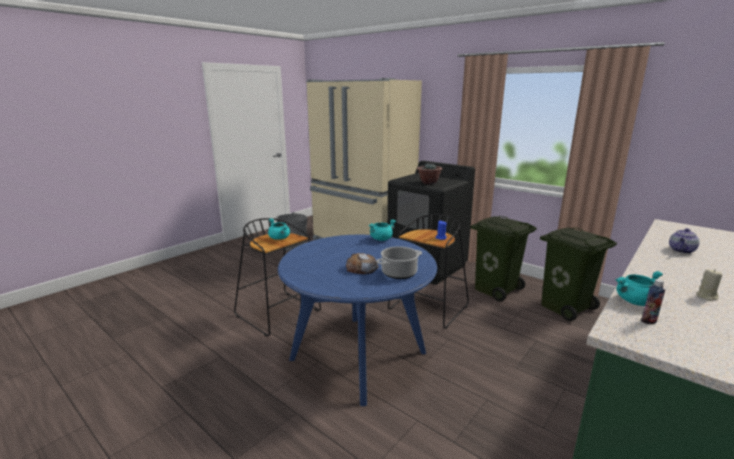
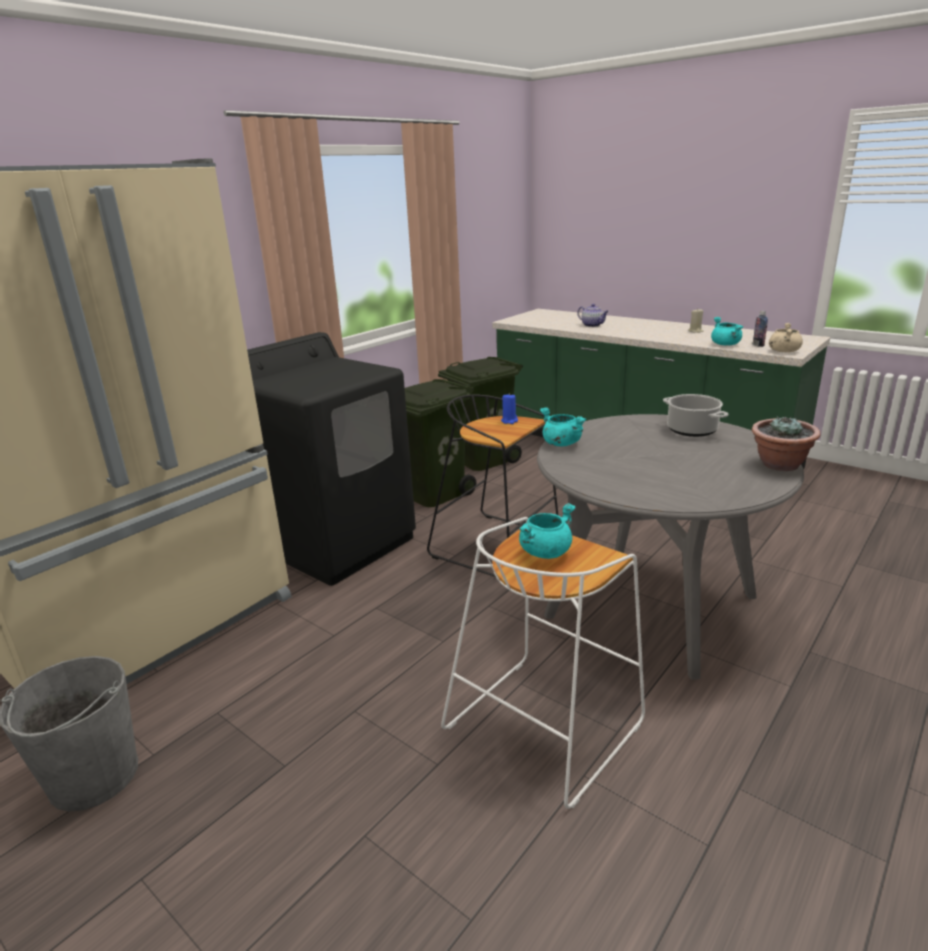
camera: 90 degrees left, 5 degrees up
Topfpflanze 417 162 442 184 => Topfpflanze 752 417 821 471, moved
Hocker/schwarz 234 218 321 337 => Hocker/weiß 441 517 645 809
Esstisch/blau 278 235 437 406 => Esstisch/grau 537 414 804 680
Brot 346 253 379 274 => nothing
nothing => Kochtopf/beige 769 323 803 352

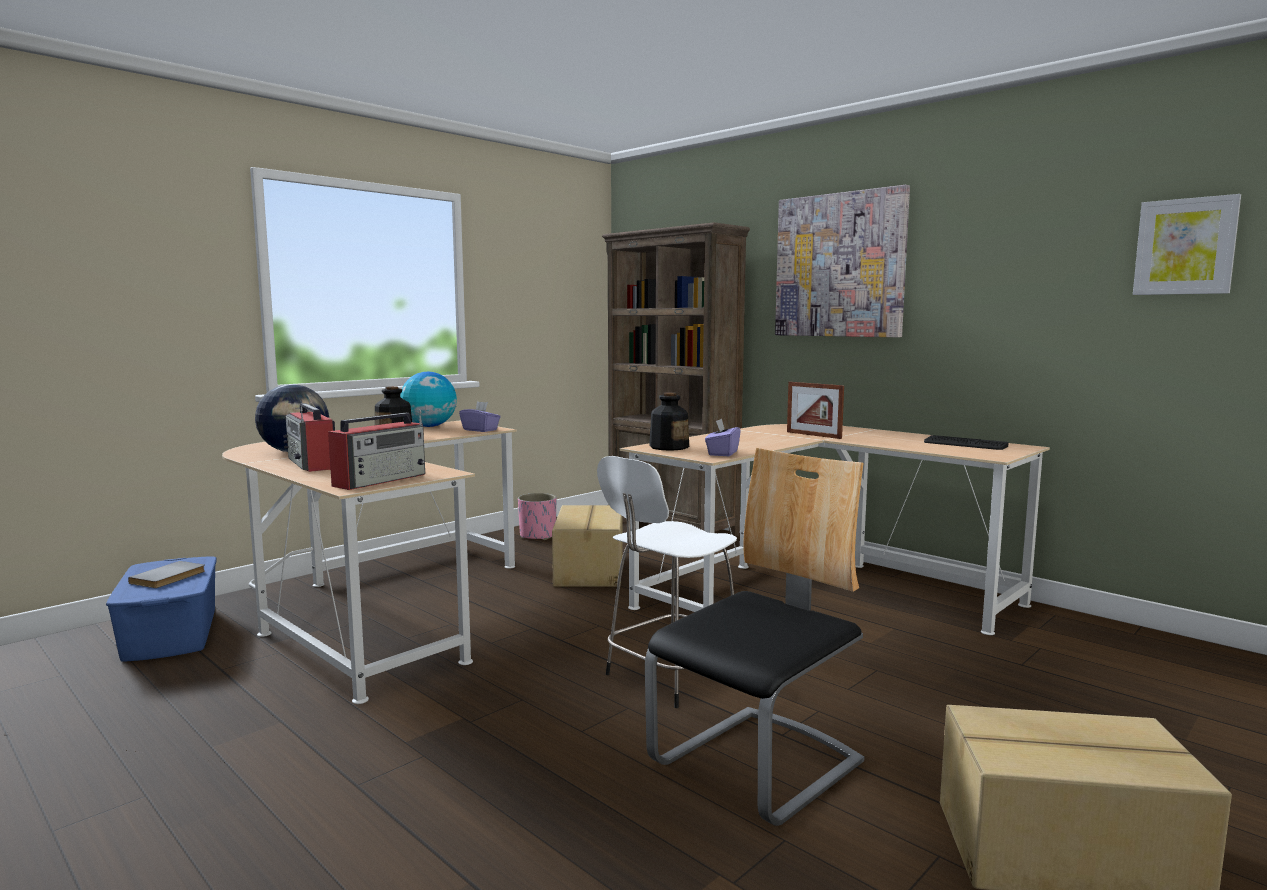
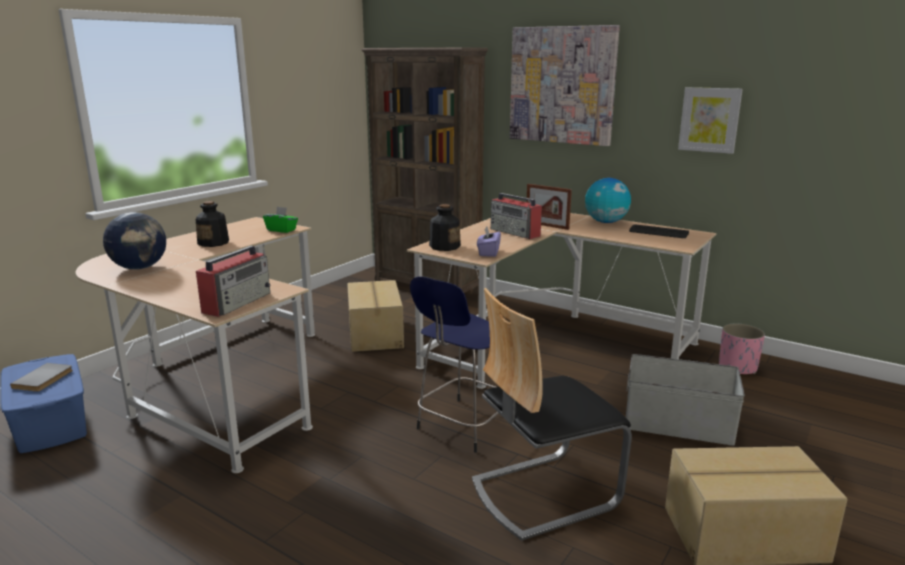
camera: 10 degrees left, 10 degrees up
Bild 1133 194 1241 295 => Bild 678 87 743 154, moved
Globus 400 372 457 427 => Globus 585 178 631 223, moved
Taschentuchbox/lila 459 401 500 432 => Taschentuchbox/grün 263 207 298 233
Radio 283 403 335 472 => Radio 491 193 542 239, moved
Stuhl 645 448 864 826 => Stuhl 472 288 632 541, 150 degrees counterclockwise
Hocker/weiß 597 456 737 708 => Hocker/blau 410 276 499 453
Pflanzkübel/rosa 518 493 556 540 => Pflanzkübel/rosa 719 324 765 374, moved
nothing => Aufbewahrungsbox/grau 626 354 745 446

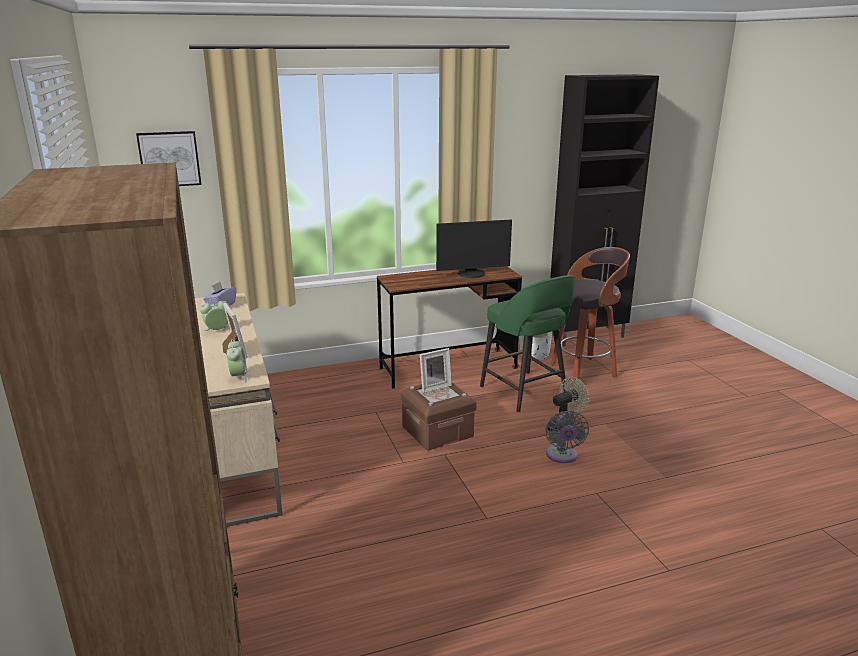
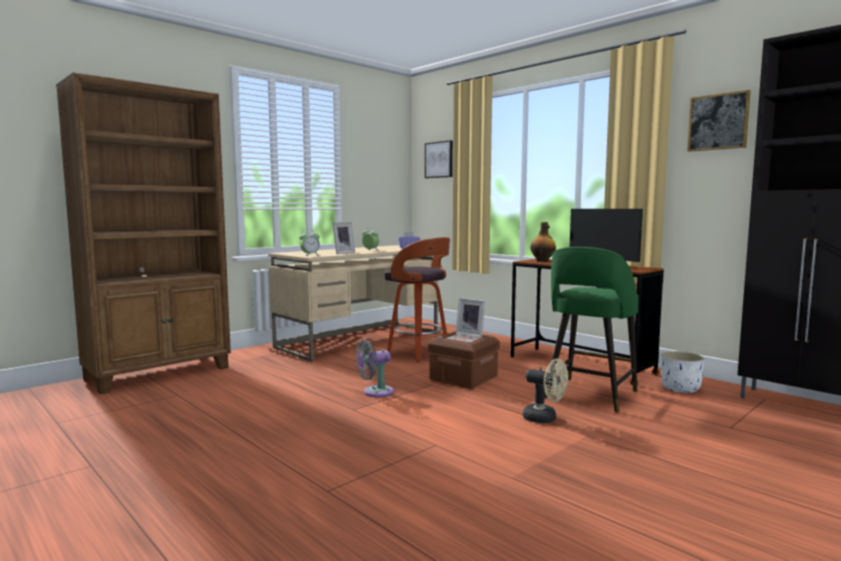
camera: 65 degrees right, 15 degrees down
Hocker 550 247 630 380 => Hocker 385 237 450 362, moved
Ventilator/grau 545 410 589 463 => Ventilator/grau 355 339 394 397, moved
nothing => Bild 687 90 751 152
nothing => Flasche 530 222 556 262

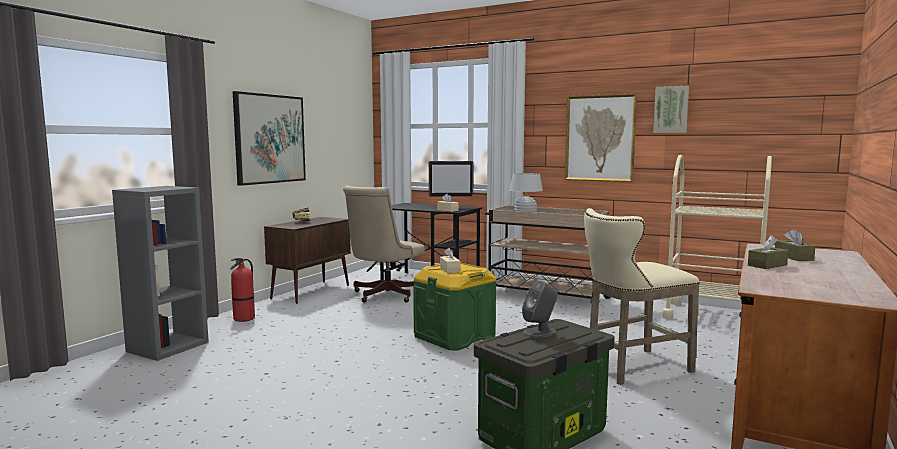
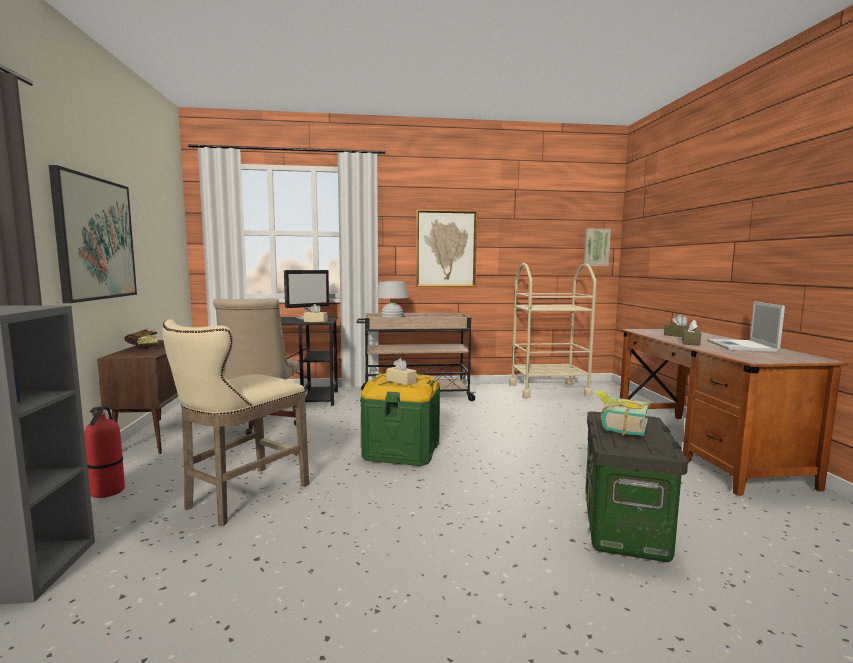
camera: 35 degrees left, 0 degrees up
Bild 653 86 689 133 => Bild 584 228 611 266, moved
Hocker/beige 584 208 700 385 => Hocker/beige 162 319 309 526, moved
Lautsprecher/grau 522 281 558 338 => Buch 595 390 650 436
nothing => Laptop 707 301 785 352

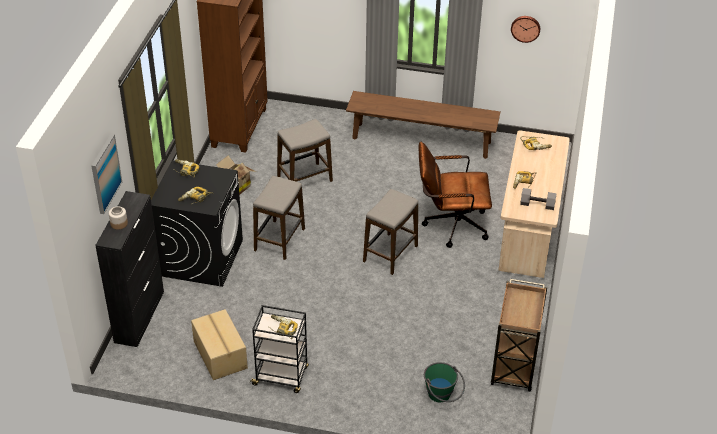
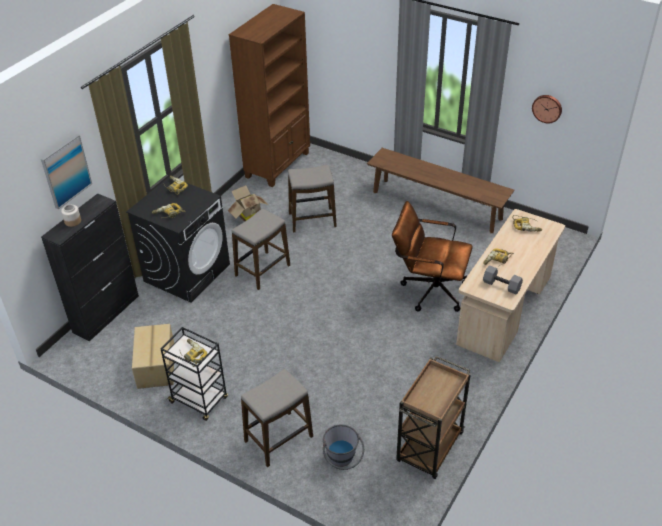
camera: 20 degrees right, 0 degrees up
Hocker 363 189 418 275 => Hocker 241 369 313 467, moved
Eimer/grün 424 362 465 402 => Eimer/grau 323 424 364 470

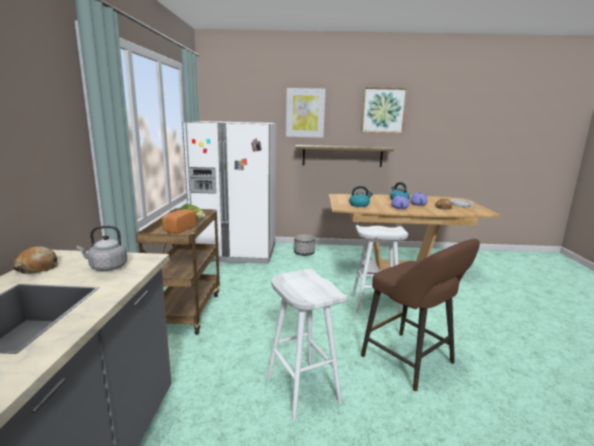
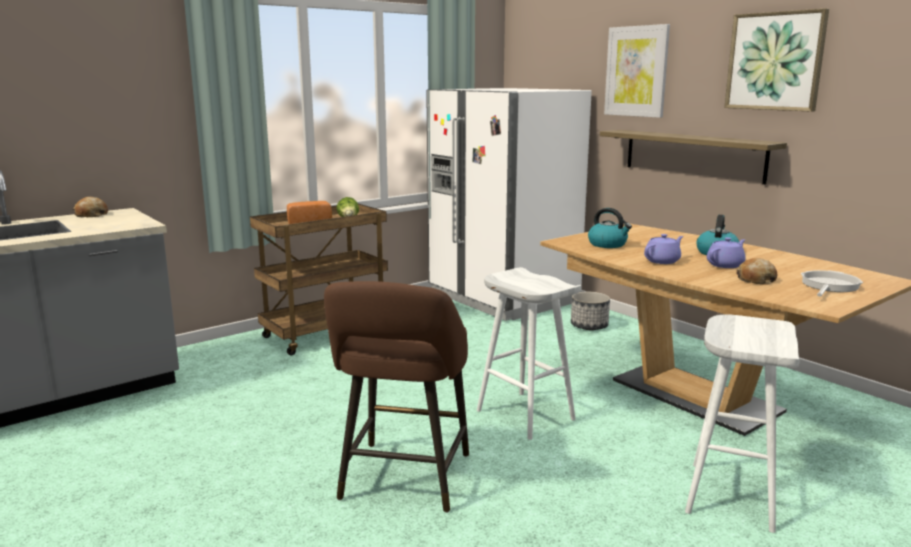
camera: 50 degrees right, 0 degrees up
Wasserkessel/grau 77 225 127 271 => nothing
Hocker/weiß 267 269 348 422 => Hocker/weiß 685 314 800 533, moved

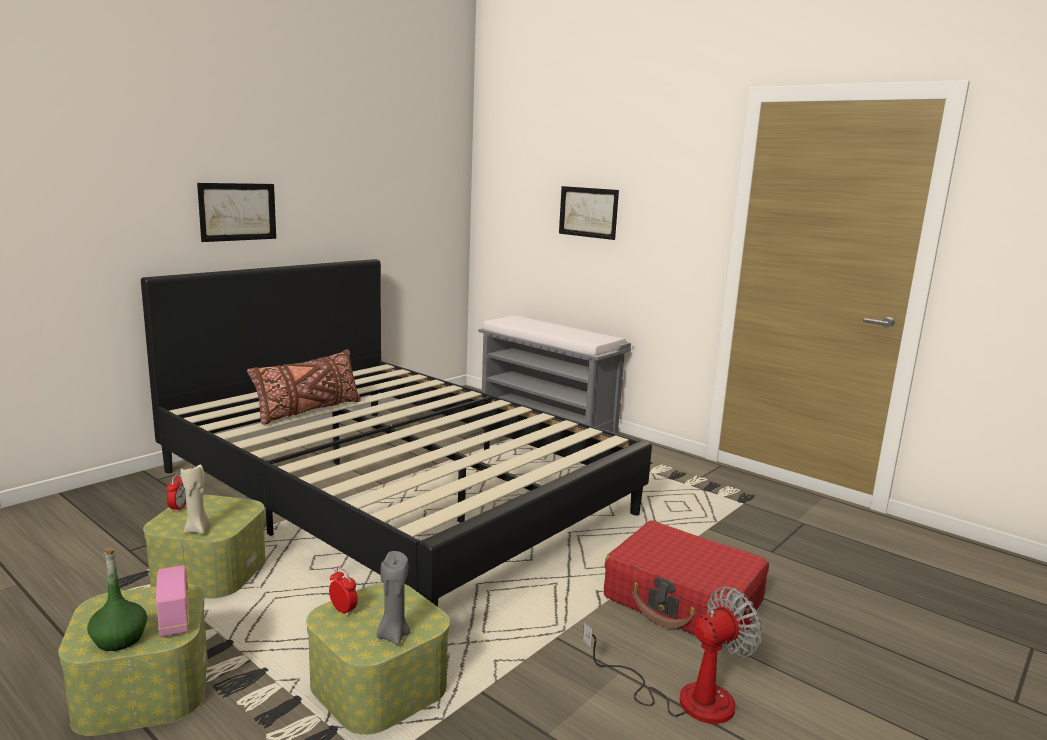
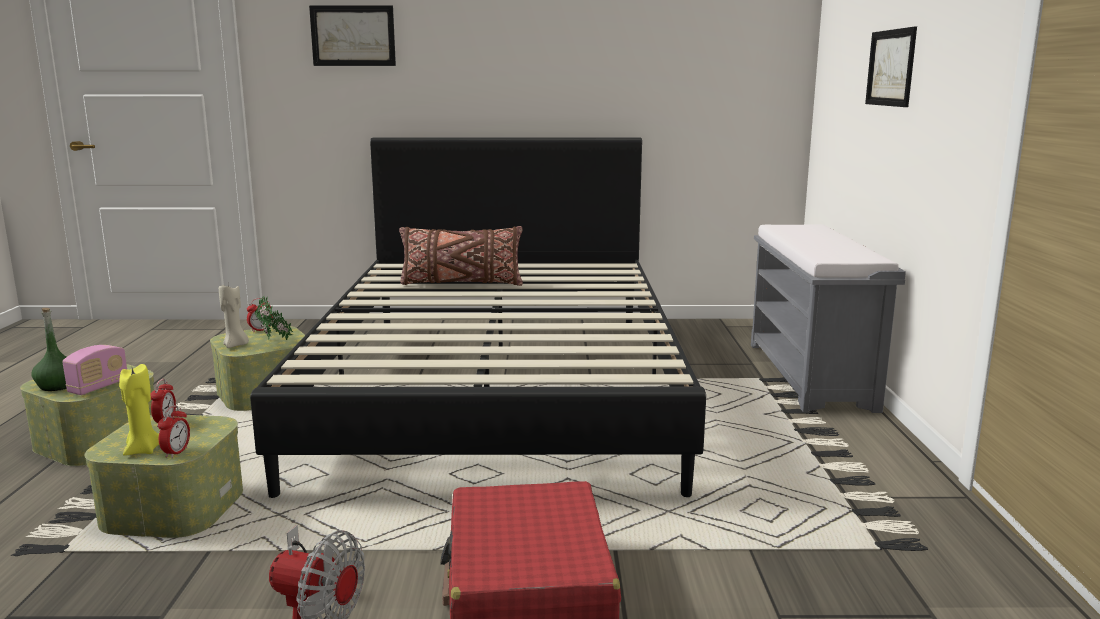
camera: 50 degrees right, 0 degrees up
Bild 197 183 276 242 => Bild 309 5 396 66, moved
Kerze/grau 377 551 411 645 => Kerze/gelb 119 364 159 456
nothing => Topfpflanze 255 295 293 340
nothing => Wecker 158 405 190 458

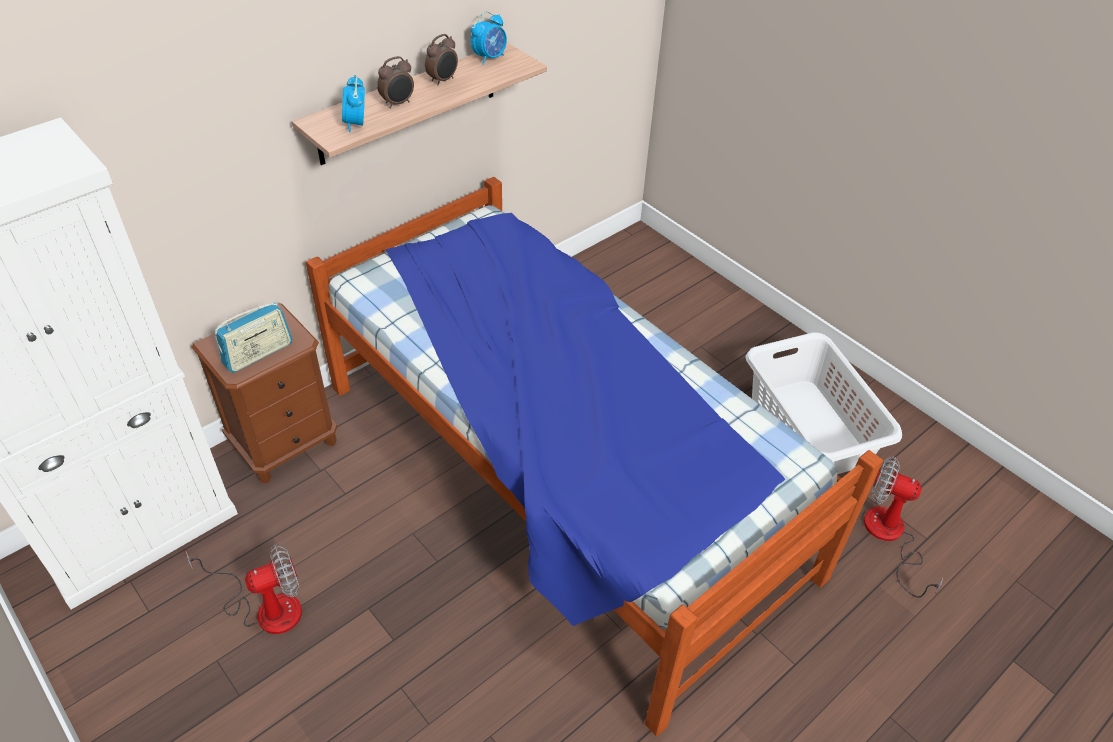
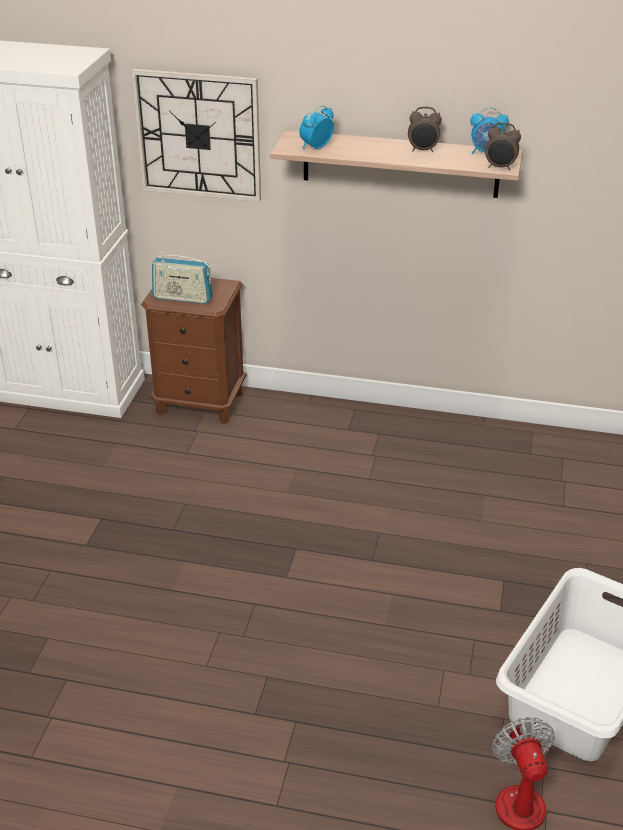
camera: 55 degrees right, 10 degrees down
Wecker 377 56 414 109 => Wecker 485 122 521 170, moved
Bett 306 177 883 736 => nothing
Ventilator 186 544 302 634 => nothing
nothing => Wanduhr 131 69 261 202

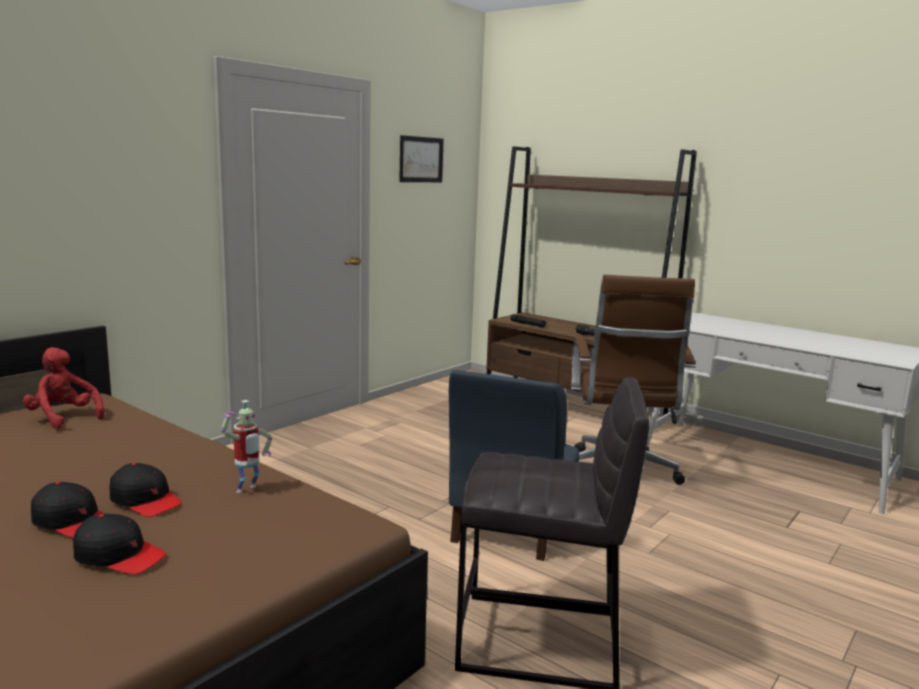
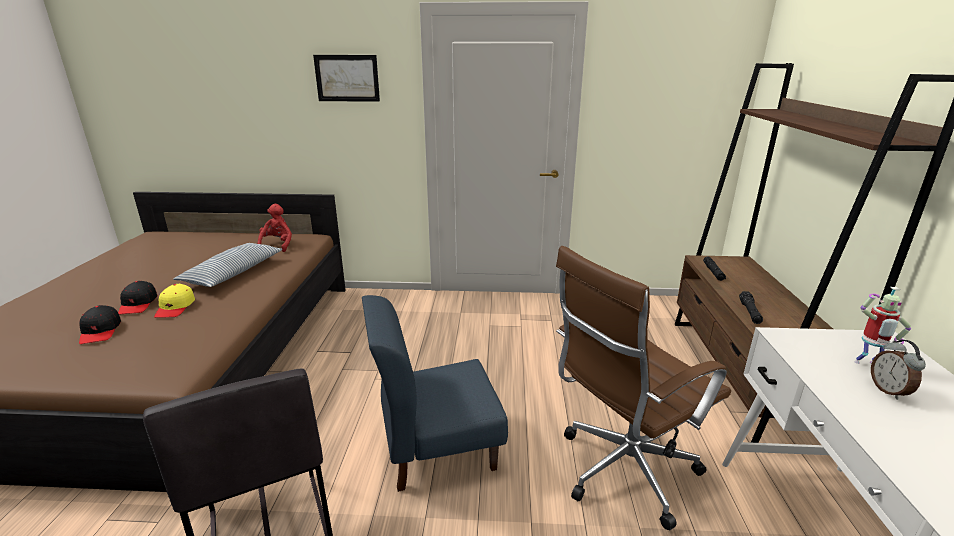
camera: 55 degrees right, 10 degrees up
Bild 399 135 444 182 => Bild 313 55 380 102, moved
Spielzeugroboter 221 400 272 493 => Spielzeugroboter 854 287 911 364, moved
Kappe/schwarz 110 463 182 517 => Kappe/gelb 154 284 195 318
nothing => Kissen 173 243 282 287
nothing => Wecker 871 340 926 400

